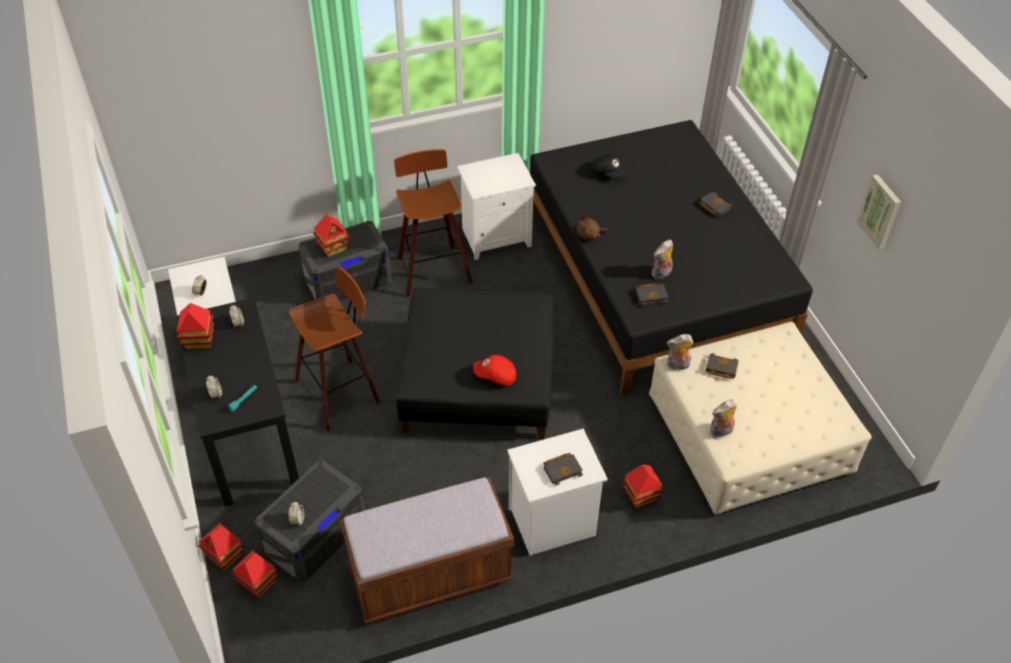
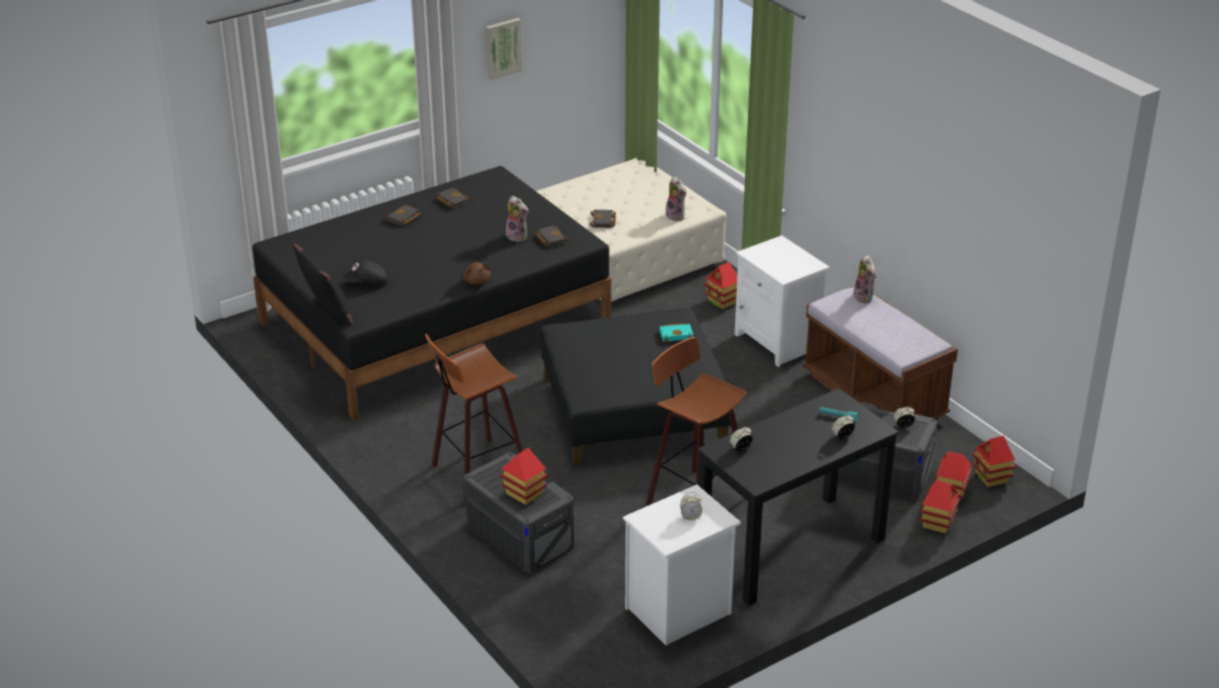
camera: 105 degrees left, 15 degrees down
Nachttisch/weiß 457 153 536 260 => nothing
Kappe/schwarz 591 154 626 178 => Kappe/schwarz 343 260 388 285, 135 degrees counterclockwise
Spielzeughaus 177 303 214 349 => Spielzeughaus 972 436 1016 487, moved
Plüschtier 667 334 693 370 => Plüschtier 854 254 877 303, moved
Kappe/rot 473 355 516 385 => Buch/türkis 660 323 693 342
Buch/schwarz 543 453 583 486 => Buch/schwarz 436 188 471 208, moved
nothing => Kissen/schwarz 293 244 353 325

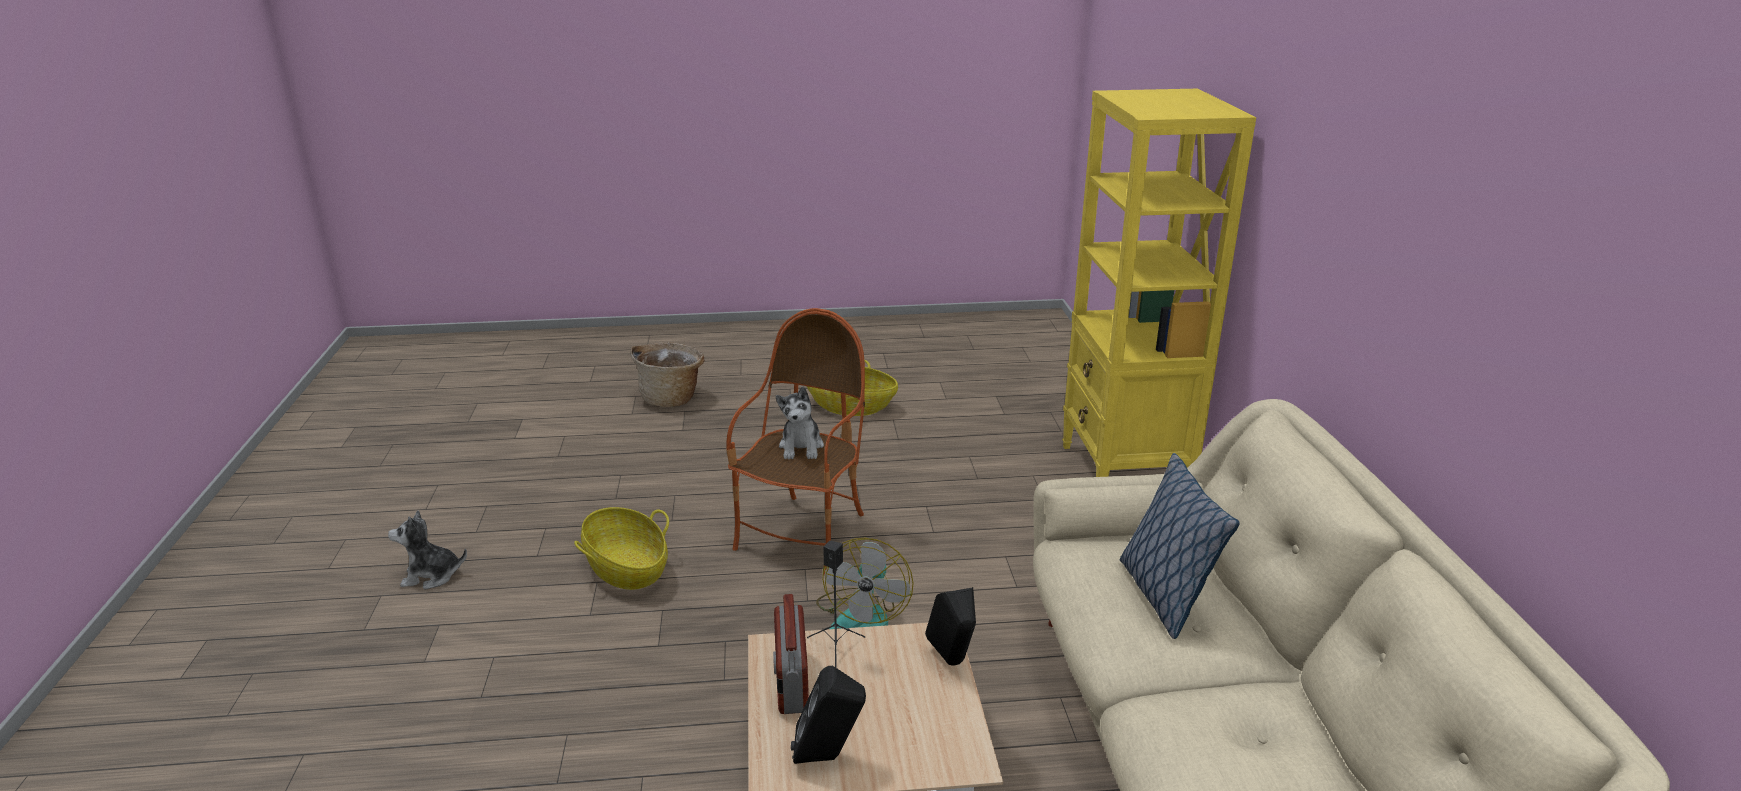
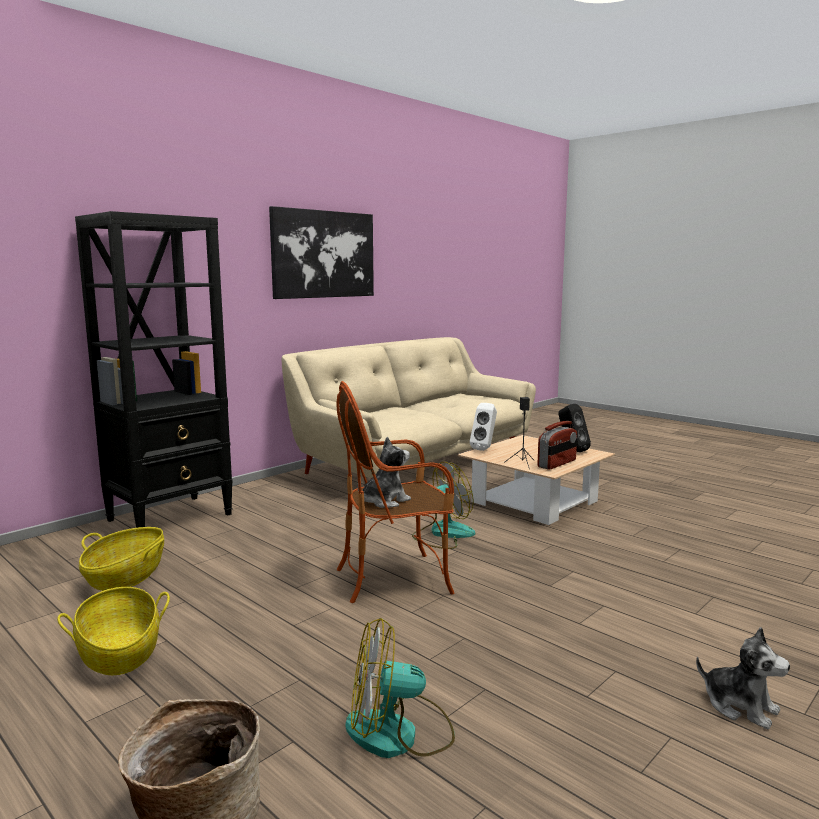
camera: 130 degrees left, 15 degrees down
Bücherregal/gelb 1062 89 1256 477 => Bücherregal/schwarz 75 211 233 528
Kissen 1120 453 1240 639 => nothing
Korb 574 507 669 590 => Korb 79 527 164 591, moved
Lautsprecher/schwarz 925 587 976 666 => Lautsprecher/weiß 470 403 497 451
nothing => Bild 269 206 374 299
nothing => Ventilator 345 618 455 758

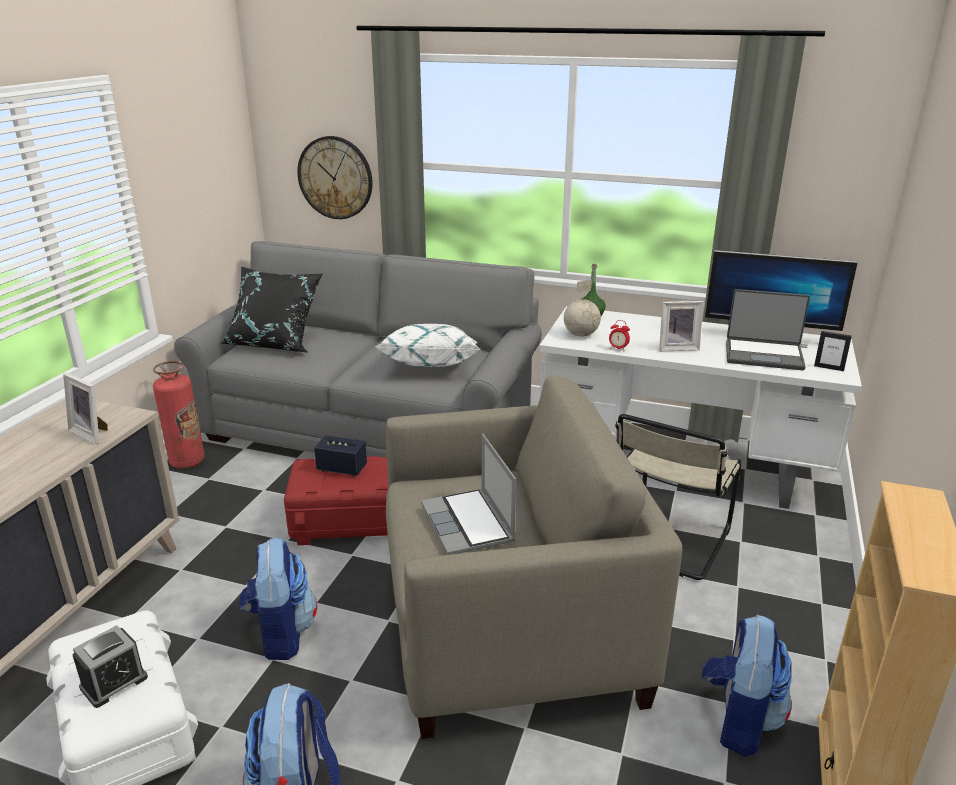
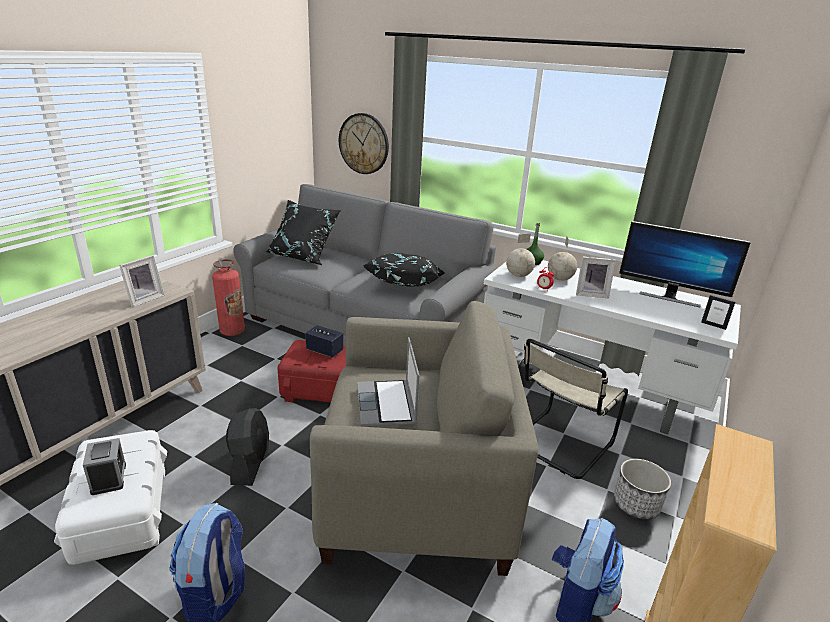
camera: 10 degrees right, 0 degrees up
Laptop 726 289 810 370 => nothing
Kissen/weiß 376 324 480 367 => Kissen/schwarz 364 253 445 287
Bilderrahmen 63 373 108 444 => Bilderrahmen 119 255 164 307, 105 degrees counterclockwise
Rucksack 239 538 317 660 => Ventilator/schwarz 226 408 269 486
Wecker 72 625 148 708 => Wecker 83 438 126 495, 75 degrees counterclockwise
nothing => Globus 548 236 577 281
nothing => Pflanzkübel 614 459 671 520

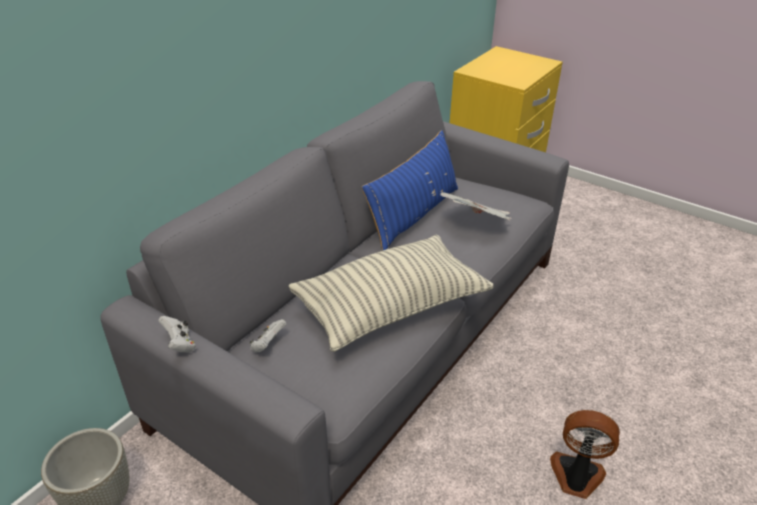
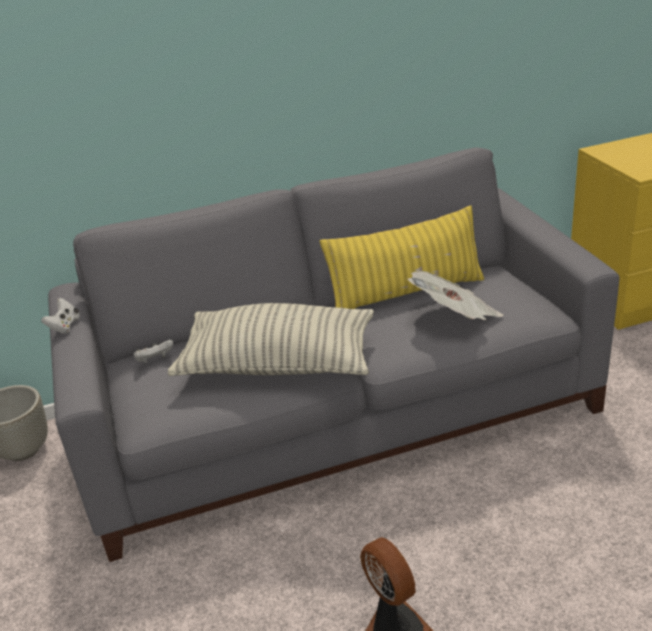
camera: 40 degrees right, 5 degrees down
Kissen/blau 362 130 458 251 => Kissen/gelb 320 205 484 309

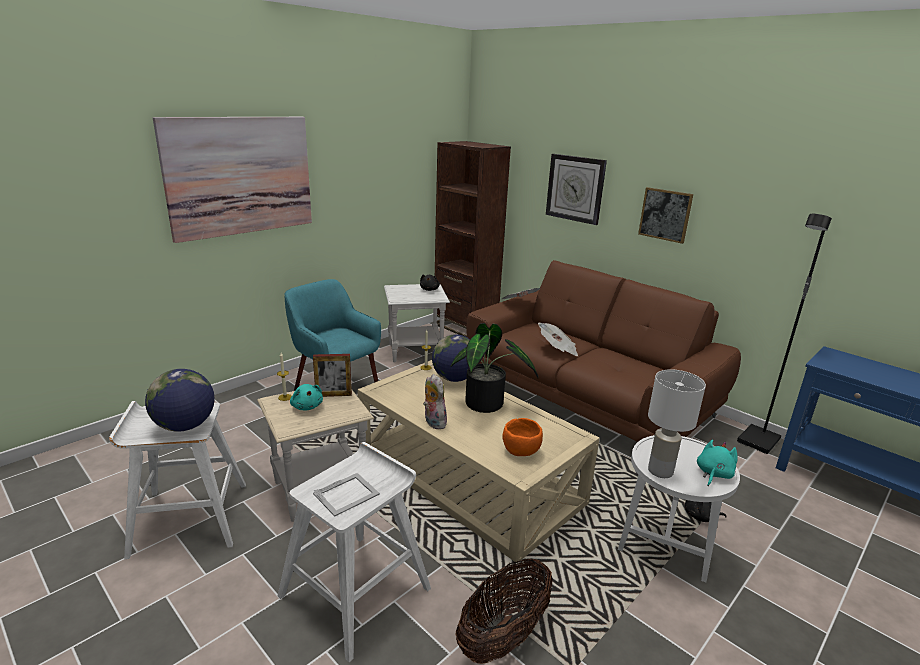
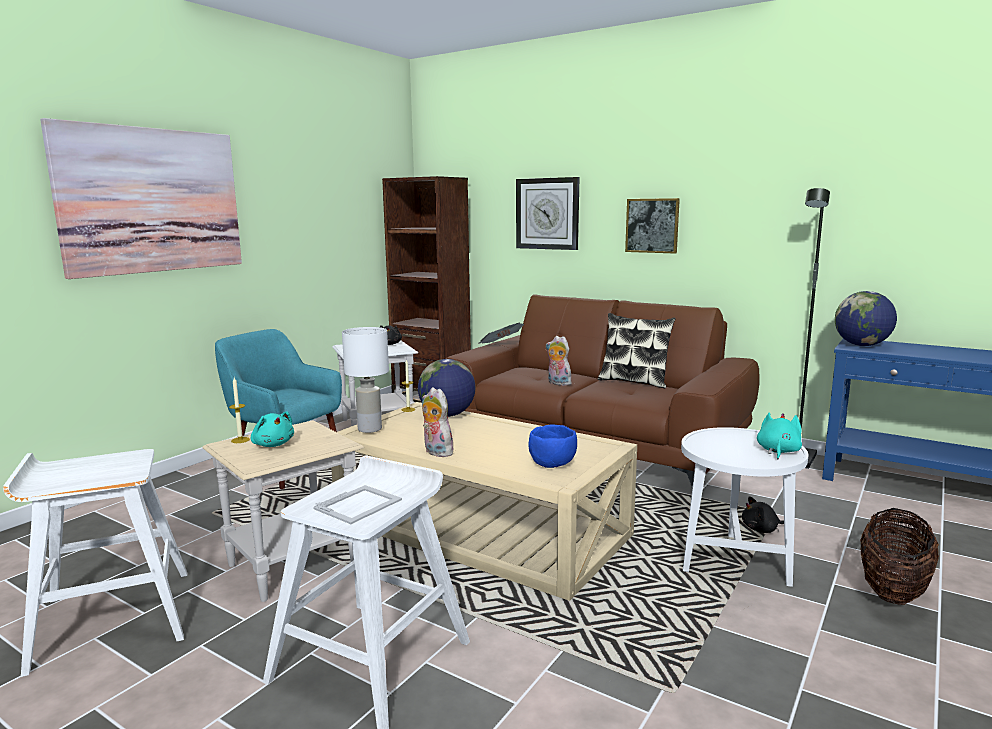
camera: 10 degrees left, 10 degrees down
Topfpflanze 450 323 538 413 => nothing
Zeitung 538 323 578 356 => Plüschtier 546 336 572 386
Bilderrahmen 313 354 352 397 => nothing
Globus 145 369 215 432 => Globus 835 291 897 346, moved
Tischlampe/weiß 648 369 706 478 => Tischlampe/weiß 342 327 389 433, moved
Schüssel/orange 502 418 543 456 => Schüssel/blau 528 424 577 468
Korb 455 558 552 664 => Korb 860 508 939 605, moved
nothing => Kissen 598 313 676 388

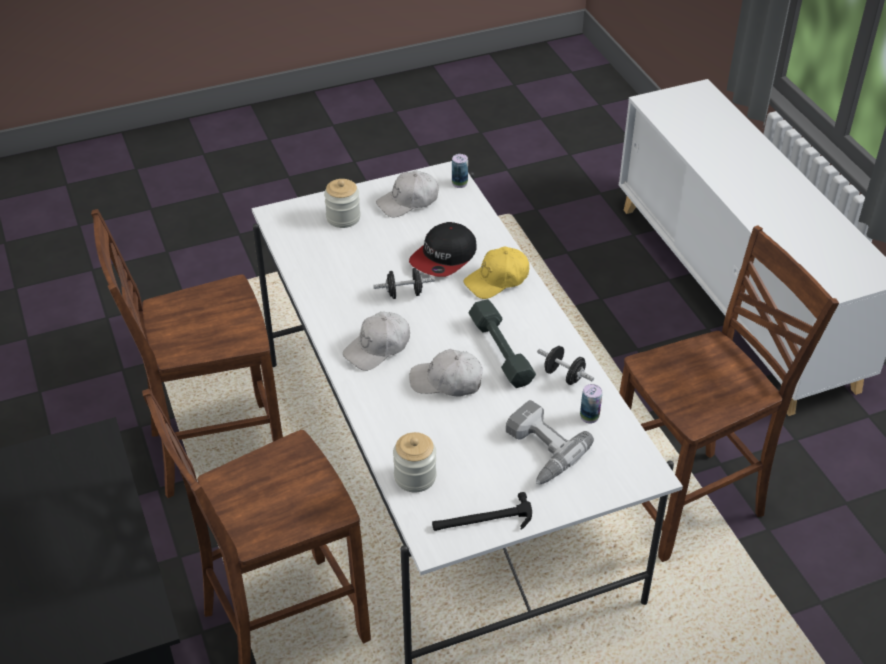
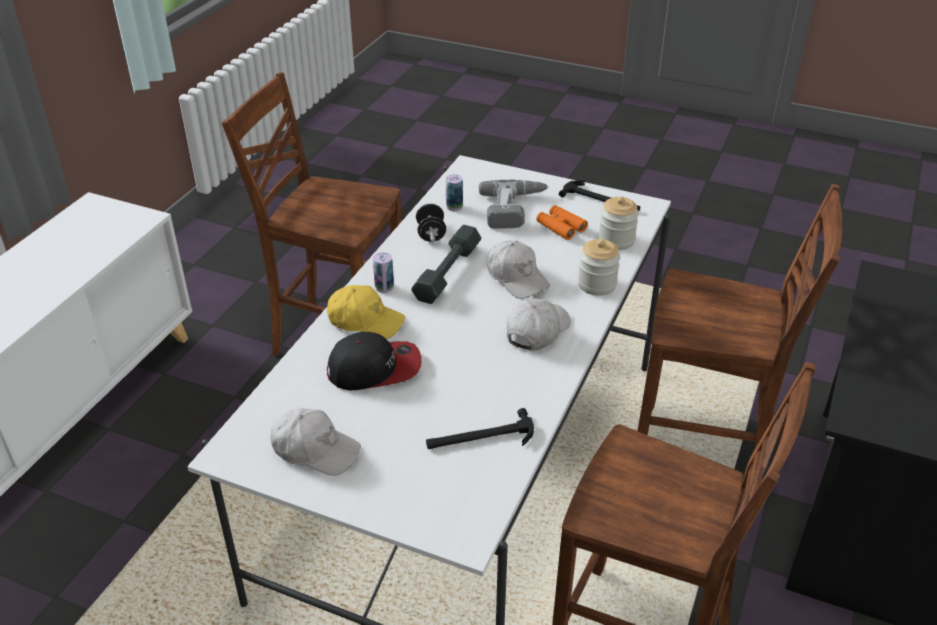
camera: 135 degrees left, 5 degrees down
Dose 452 154 468 188 => Dose 373 253 394 293, moved
Vorratsglas 324 179 360 228 => Vorratsglas 578 239 620 296, moved
Hantel/schwarz 373 268 435 299 => nothing
Kappe/weiß 343 312 410 371 => Kappe/weiß 507 299 571 351, 60 degrees counterclockwise
nothing => Fernglas/orange 536 205 588 240
nothing => Hammer 426 408 534 449

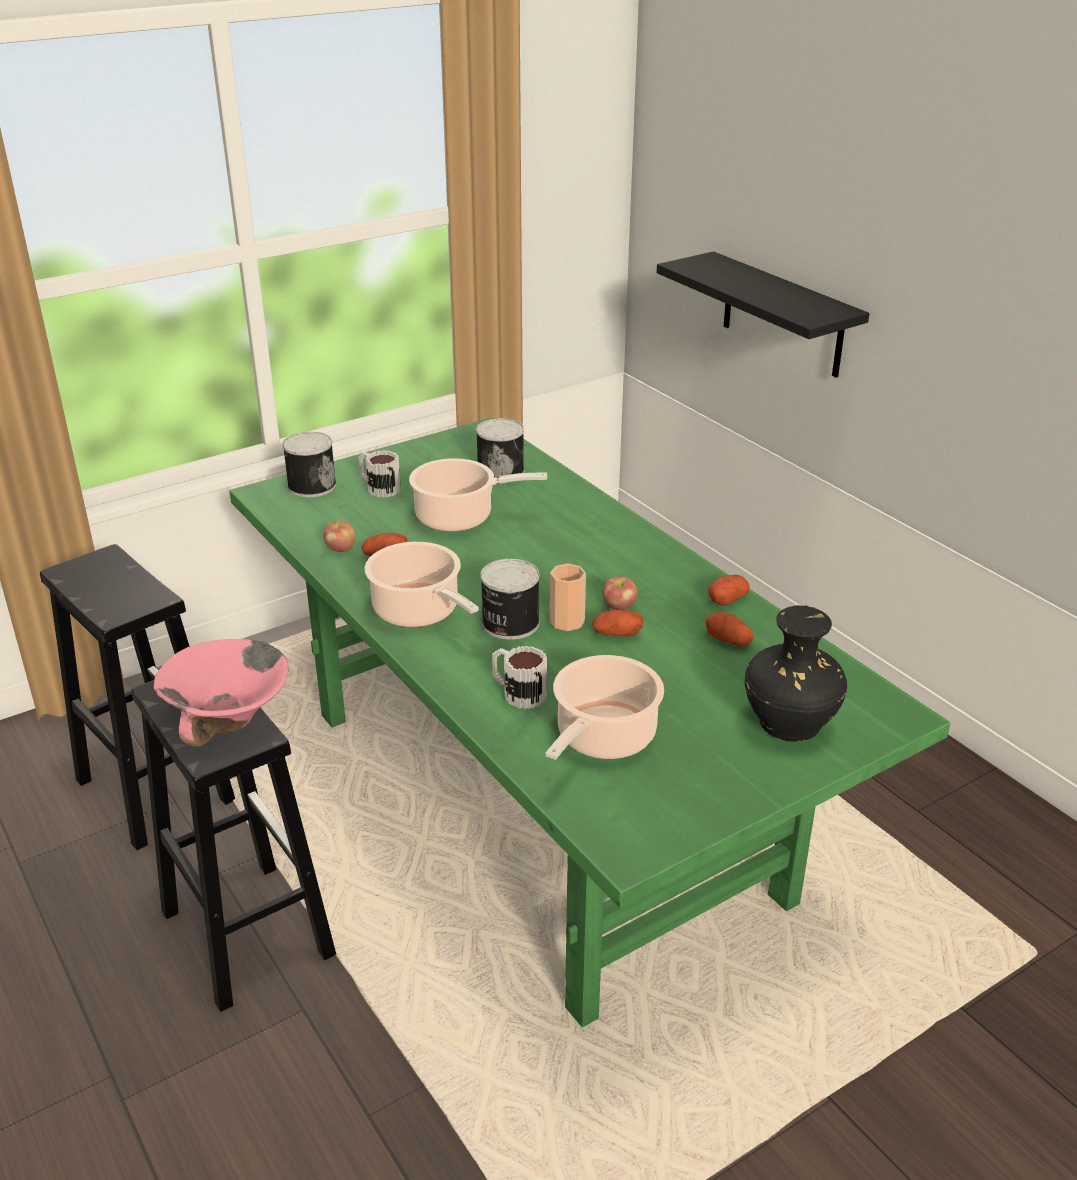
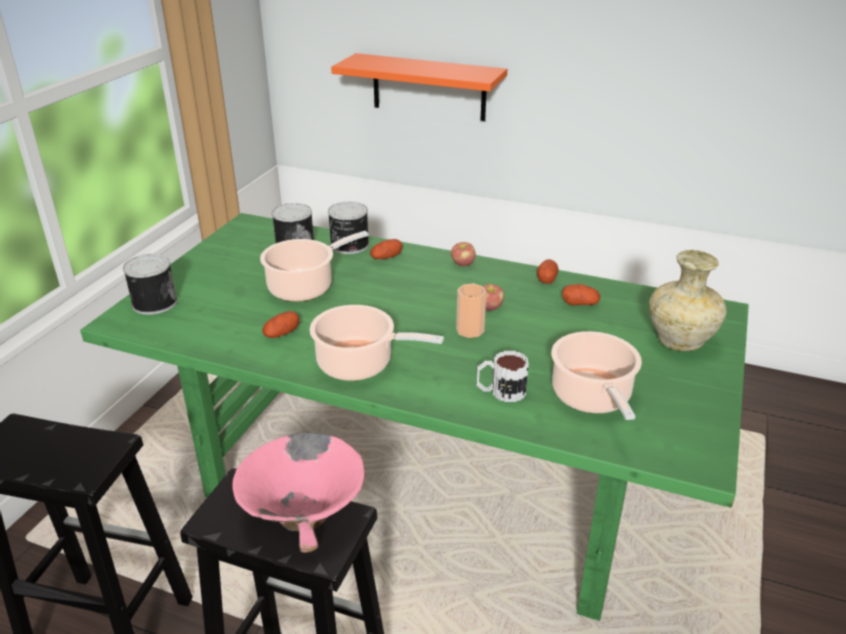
camera: 35 degrees left, 0 degrees up
Wandregal/schwarz 657 251 870 378 => Wandregal/orange 331 53 507 121
Henkelbecher 359 450 401 498 => nothing
Apfel 323 521 356 552 => Apfel 451 242 476 266, moved
Dose 480 559 540 640 => Dose 328 201 369 254, moved
Vase/schwarz 745 605 847 742 => Vase/beige 649 250 727 351
Kartoffel 592 610 643 636 => Kartoffel 370 239 402 259, moved

